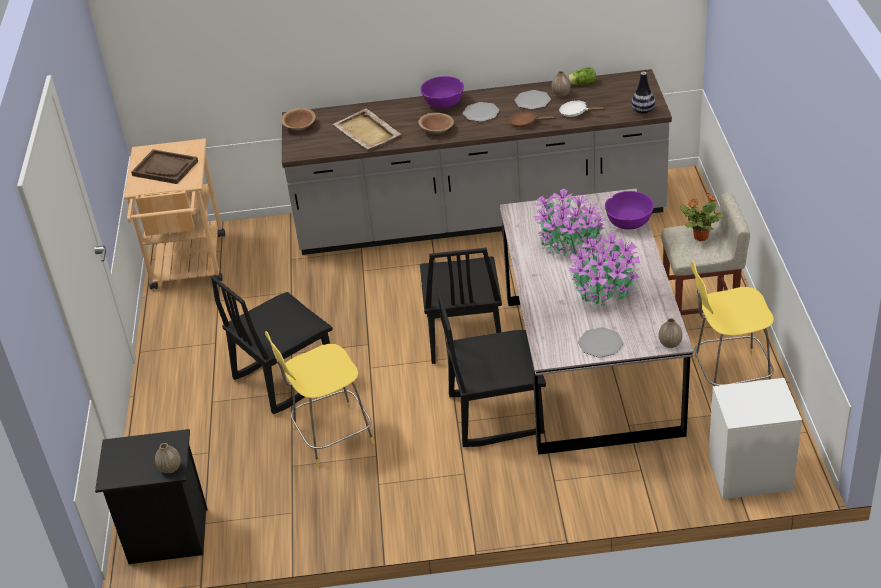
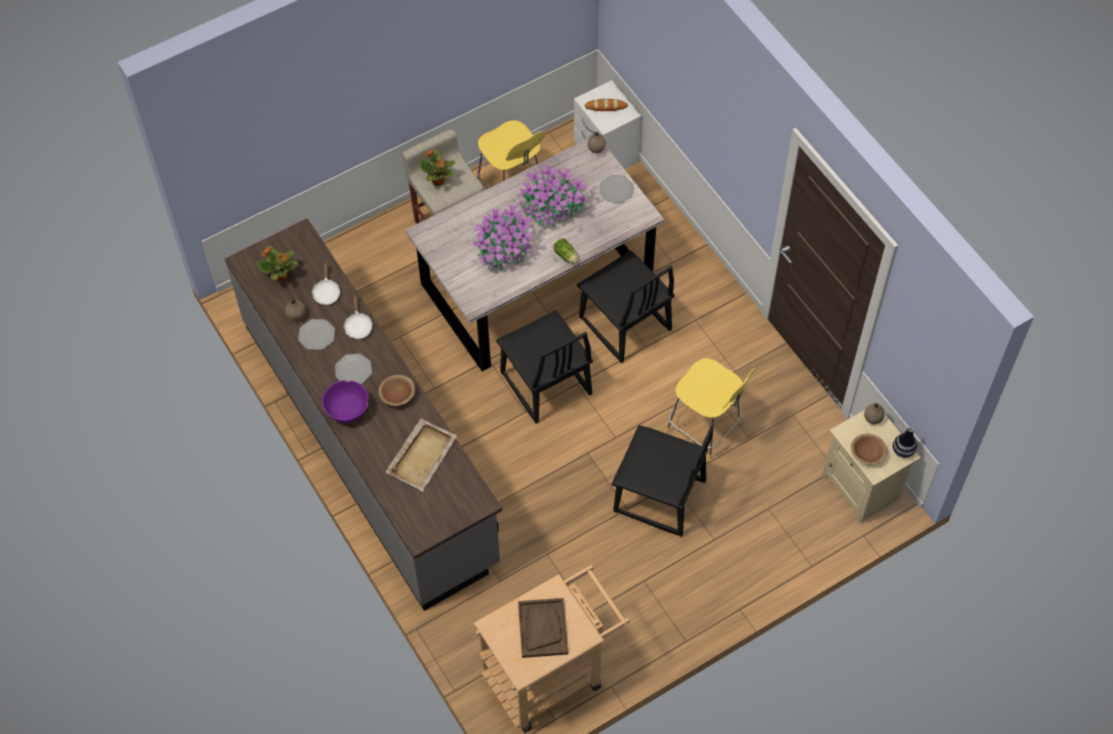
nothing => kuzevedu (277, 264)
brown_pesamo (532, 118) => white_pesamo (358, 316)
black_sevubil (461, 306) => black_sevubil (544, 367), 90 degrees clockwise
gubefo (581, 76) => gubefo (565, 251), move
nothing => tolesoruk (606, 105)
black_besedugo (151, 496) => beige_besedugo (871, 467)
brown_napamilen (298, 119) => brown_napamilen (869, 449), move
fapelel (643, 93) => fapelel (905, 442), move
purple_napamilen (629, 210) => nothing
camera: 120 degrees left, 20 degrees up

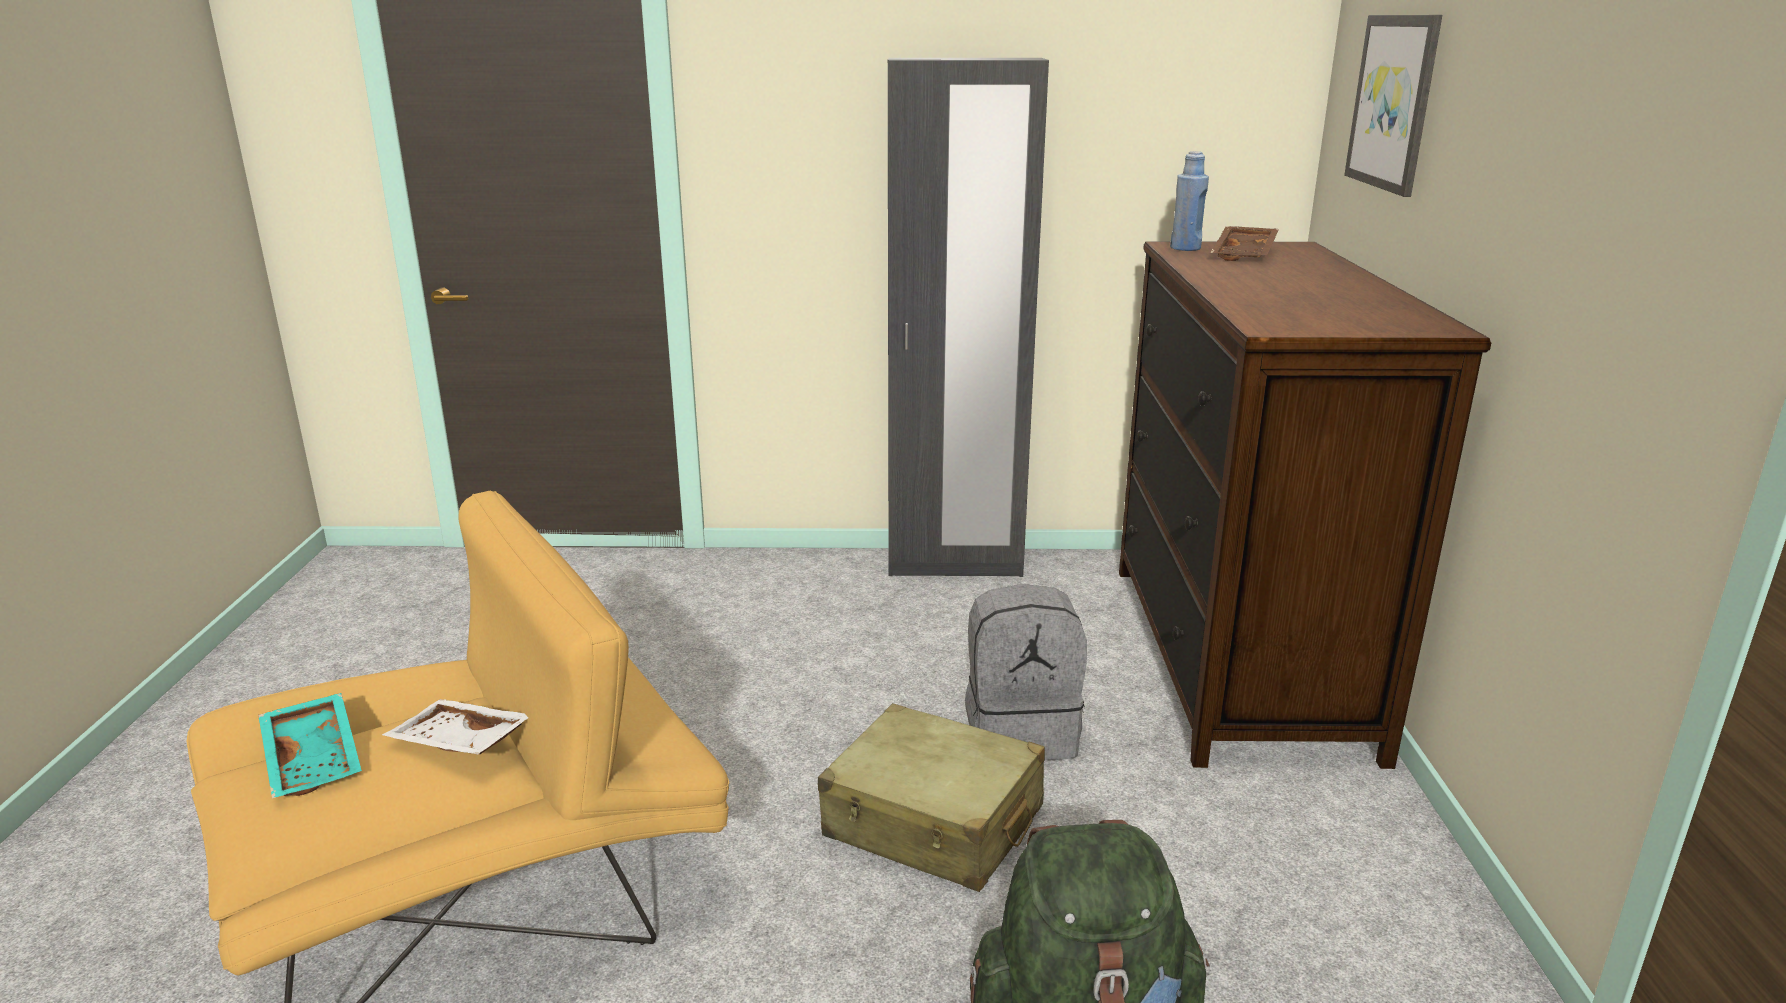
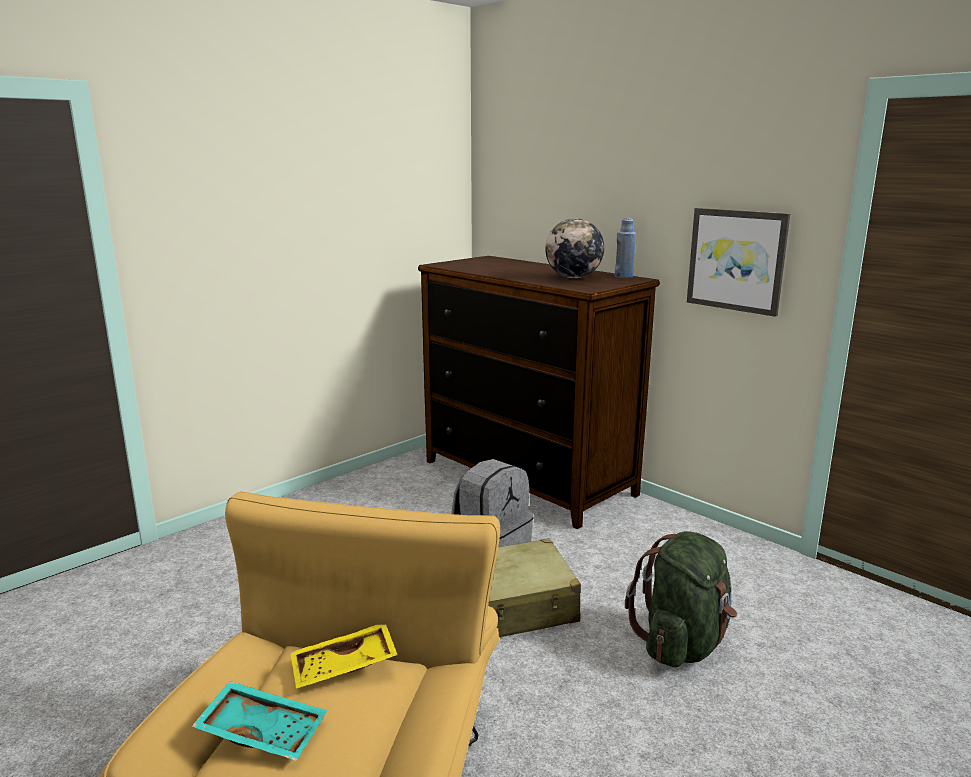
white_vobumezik (455, 727) => yellow_vobumezik (343, 657)
nothing => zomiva (574, 248)
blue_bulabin (1189, 201) => blue_bulabin (625, 248), move
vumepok (1393, 106) => vumepok (738, 262), move
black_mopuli (968, 317) => nothing
brown_vobumezik (1245, 243) => nothing
camera: 45 degrees left, 5 degrees down

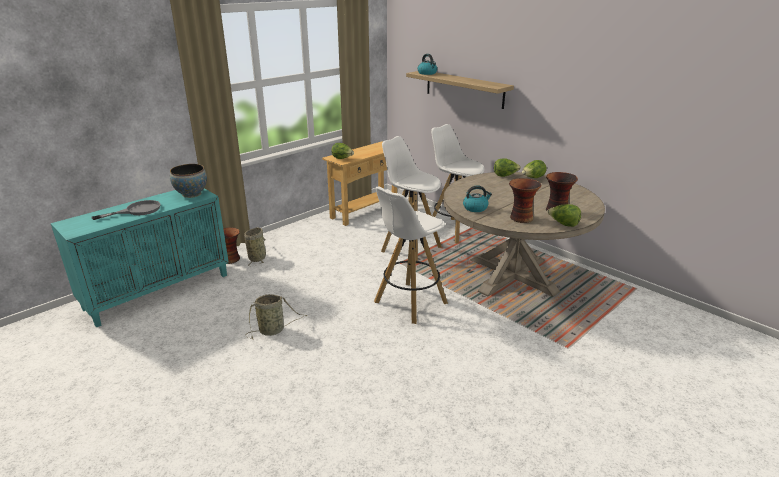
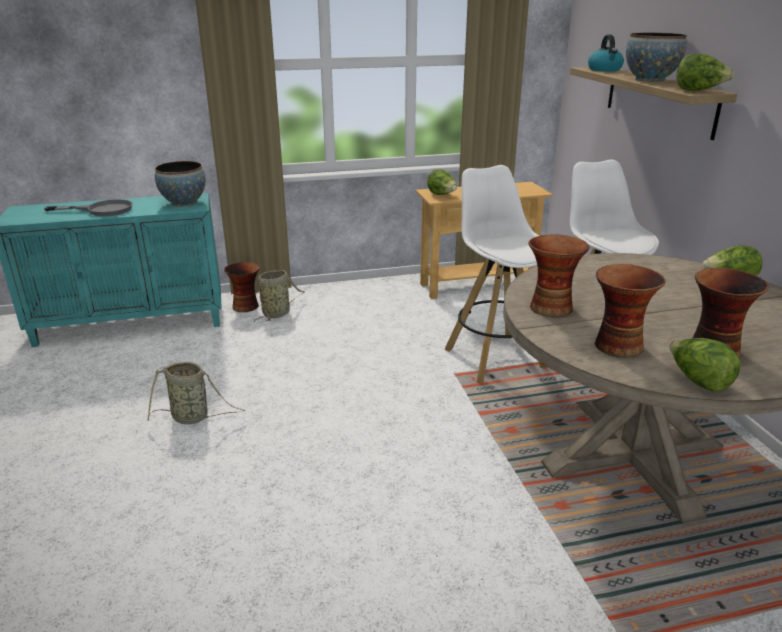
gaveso (477, 198) => fapelel (558, 275)
nothing => napamilen (656, 57)
gubefo (507, 167) => gubefo (705, 72), move
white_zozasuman (411, 255) => nothing
camera: 30 degrees right, 0 degrees up

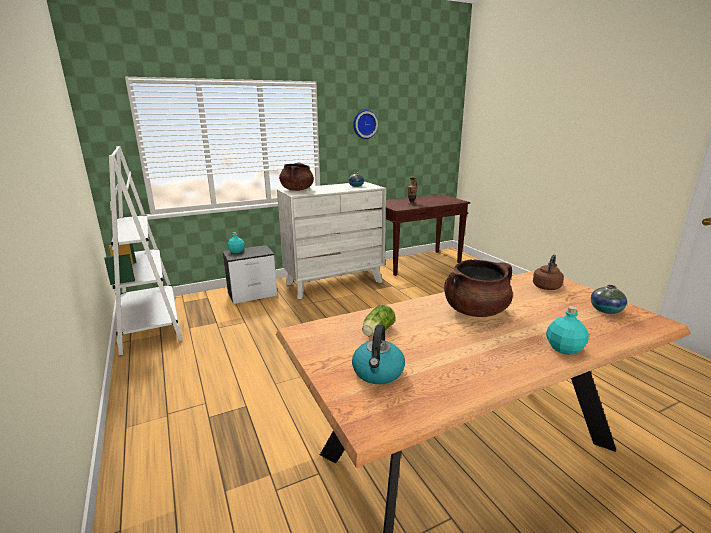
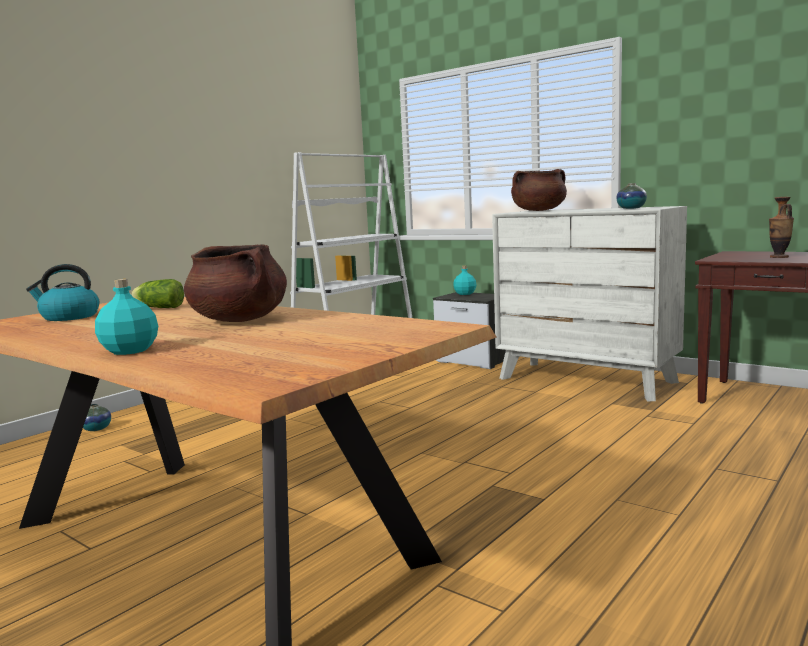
fapelel (609, 299) => fapelel (97, 417), move
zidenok (365, 124) => nothing
brown_gaveso (548, 272) => nothing
camera: 65 degrees right, 10 degrees down

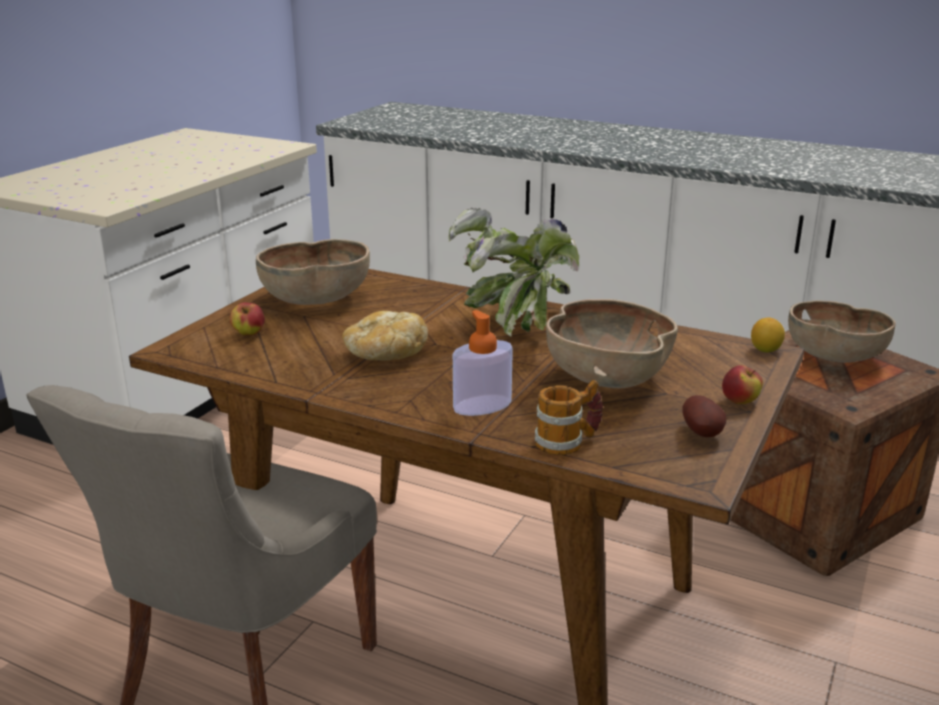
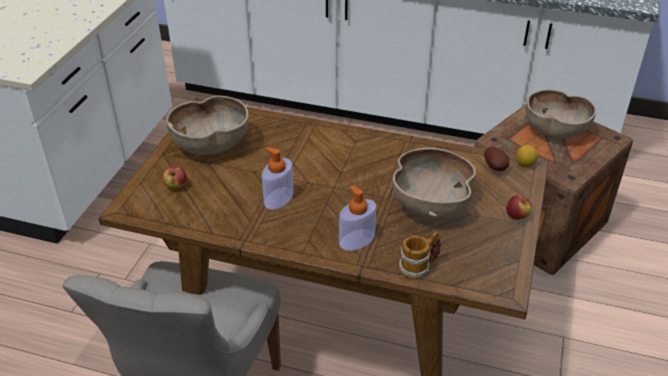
tolesoruk (385, 336) => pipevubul (277, 178)
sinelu (704, 416) => sinelu (496, 159), move
kuzevedu (514, 272) => nothing
camera: 10 degrees left, 15 degrees up

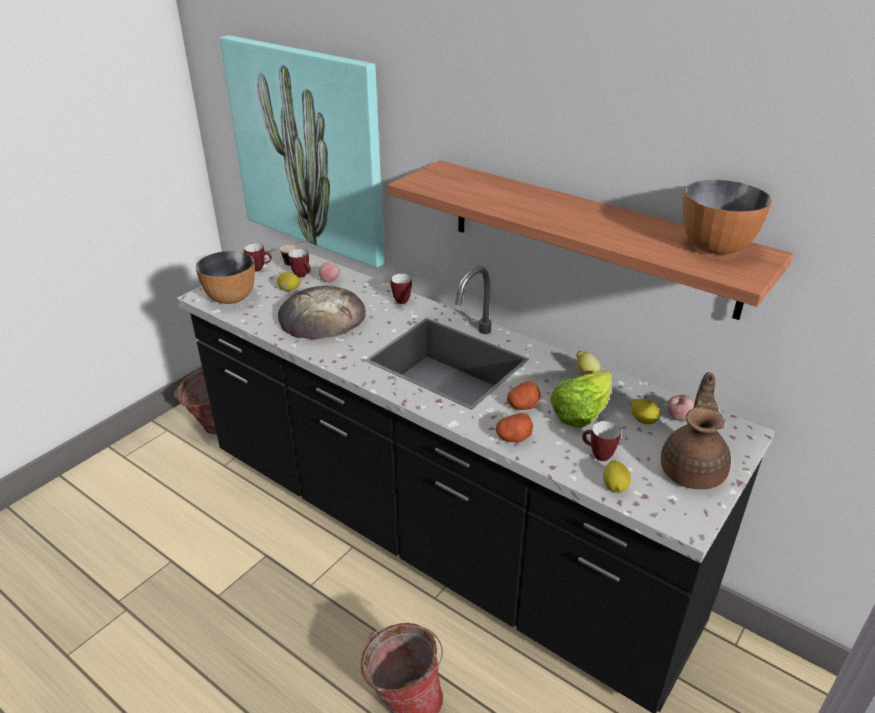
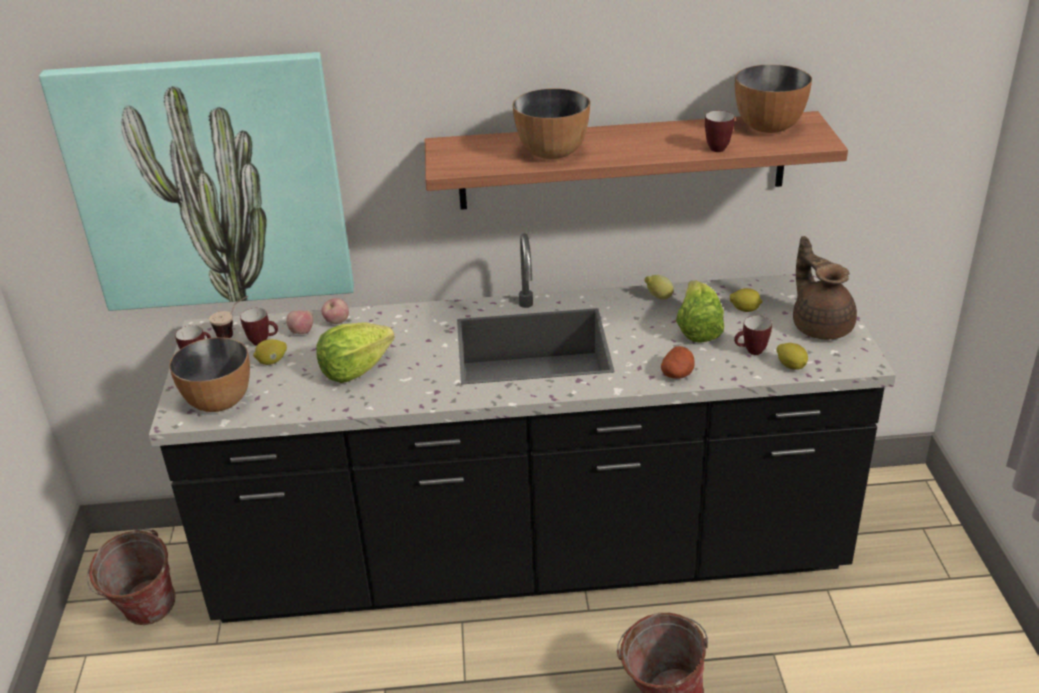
tolesoruk (322, 312) => gubefo (355, 352)
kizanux (681, 408) => kizanux (335, 311), move
nothing => napamilen (551, 124)
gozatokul (401, 289) => gozatokul (720, 131), move
sinelu (524, 395) => nothing
camera: 40 degrees left, 0 degrees up

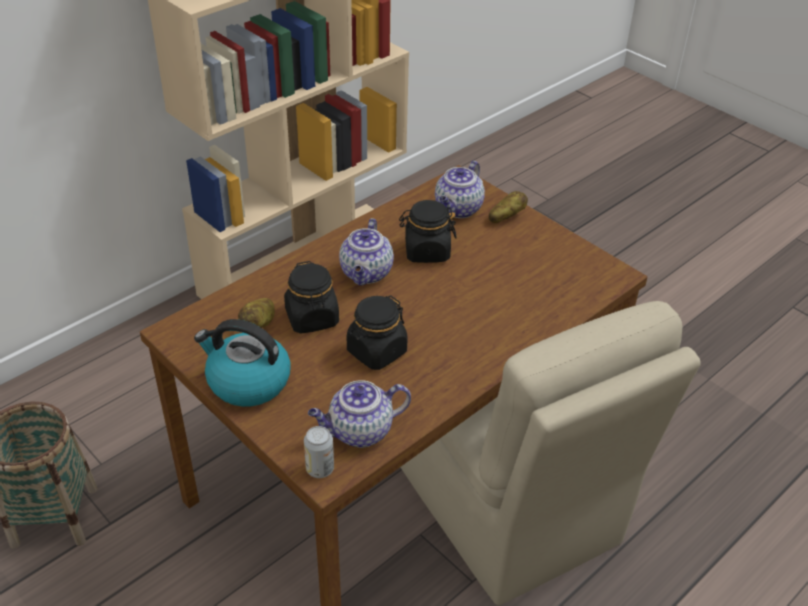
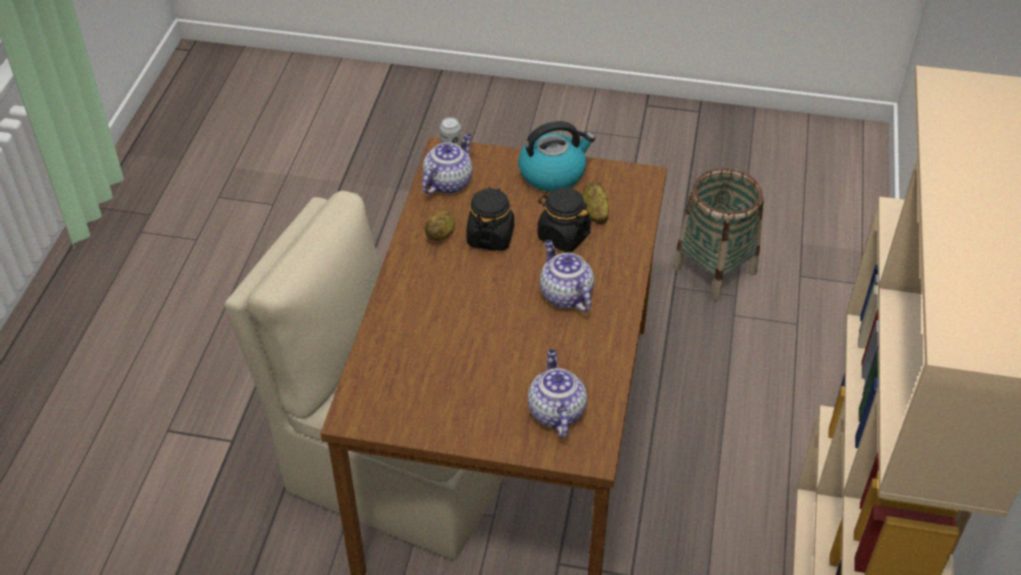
sinelu (508, 207) => sinelu (439, 226), move
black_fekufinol (428, 231) => nothing
camera: 145 degrees right, 5 degrees up

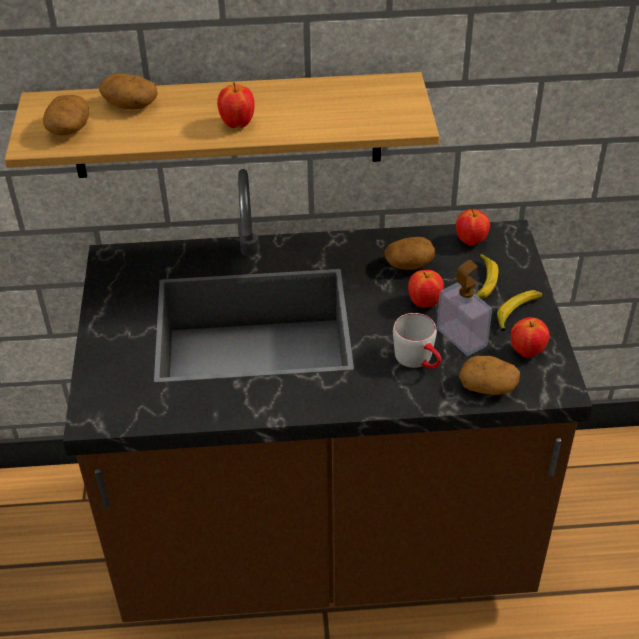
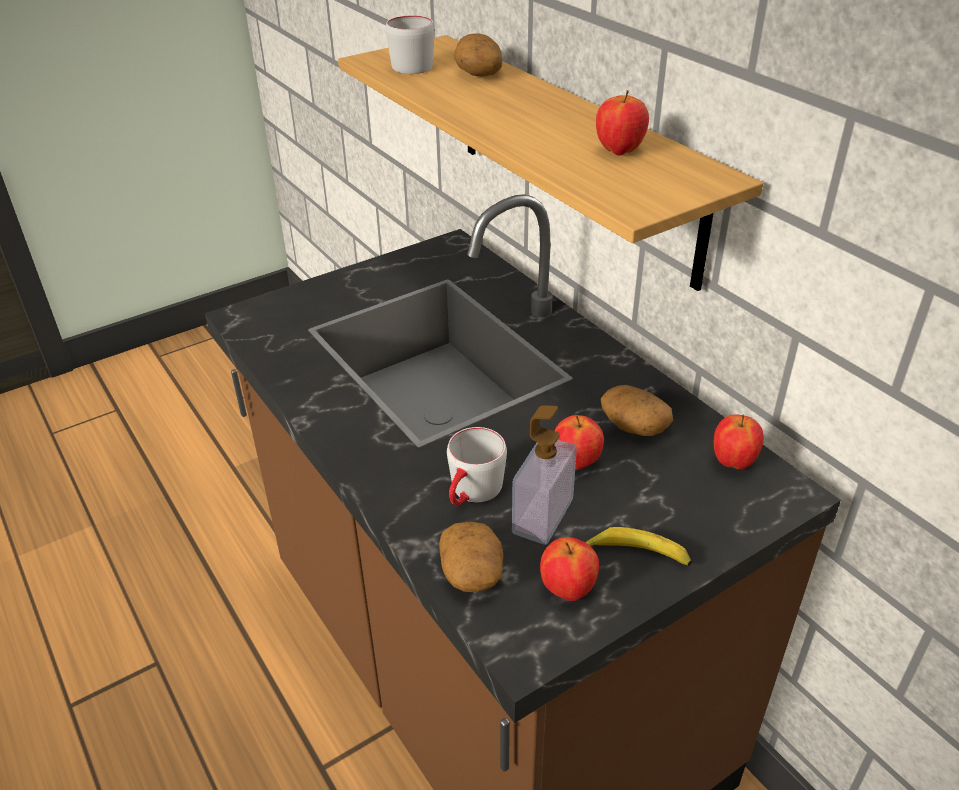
sinelu (66, 115) => grey_gozatokul (410, 44)
kizanux (236, 105) => kizanux (622, 122), move
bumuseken (487, 276) => nothing
camera: 60 degrees right, 5 degrees down

